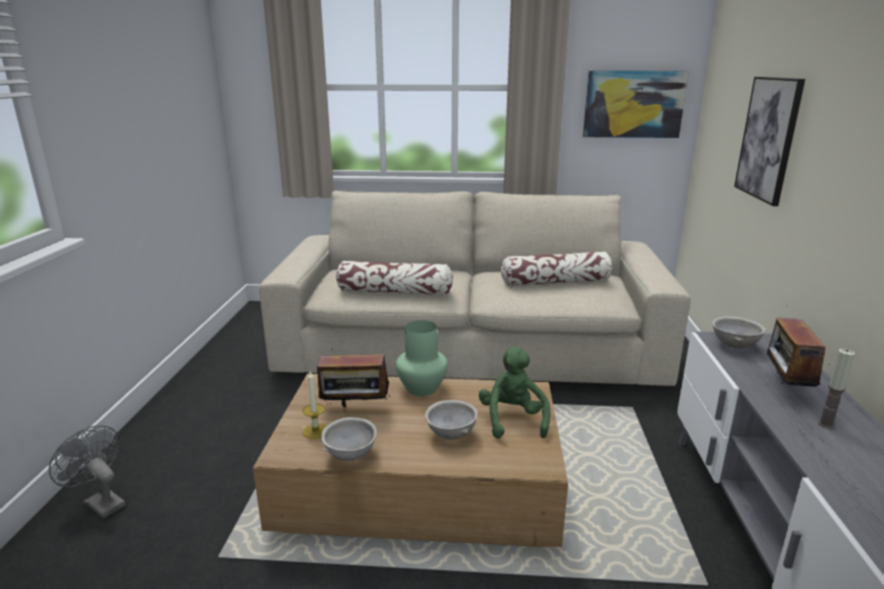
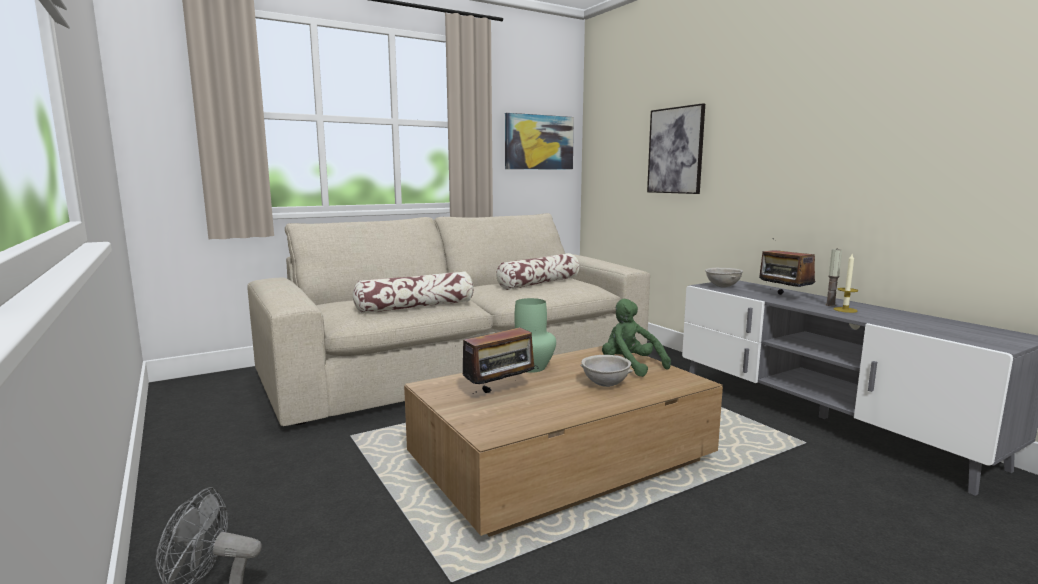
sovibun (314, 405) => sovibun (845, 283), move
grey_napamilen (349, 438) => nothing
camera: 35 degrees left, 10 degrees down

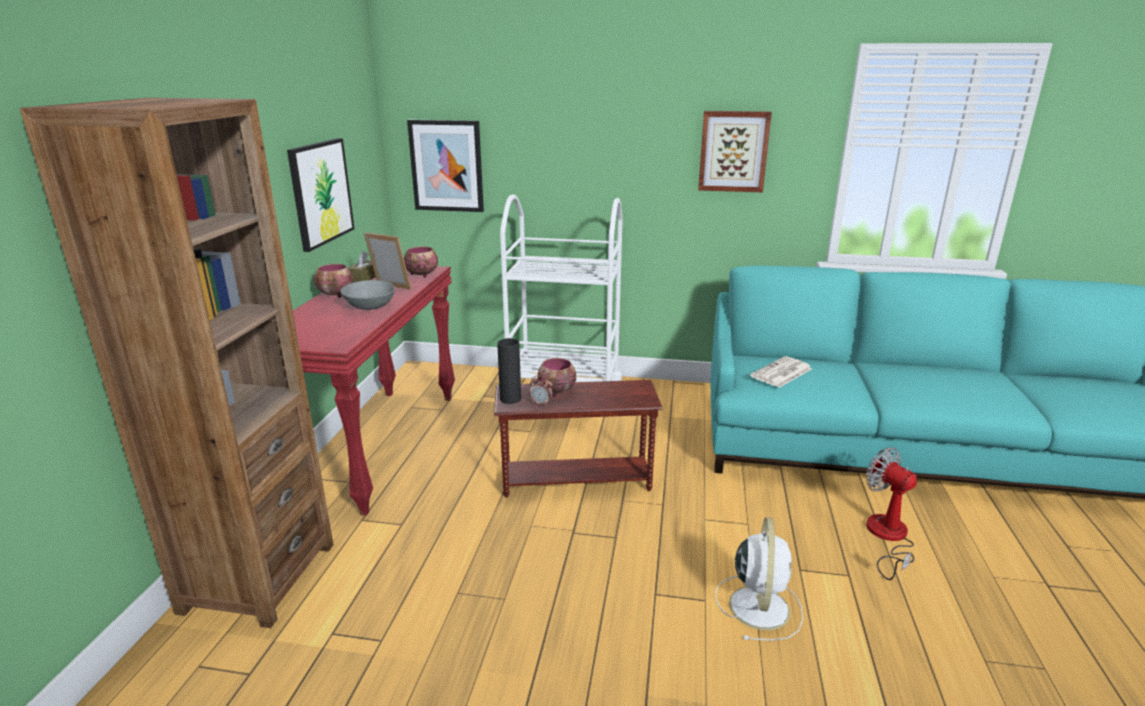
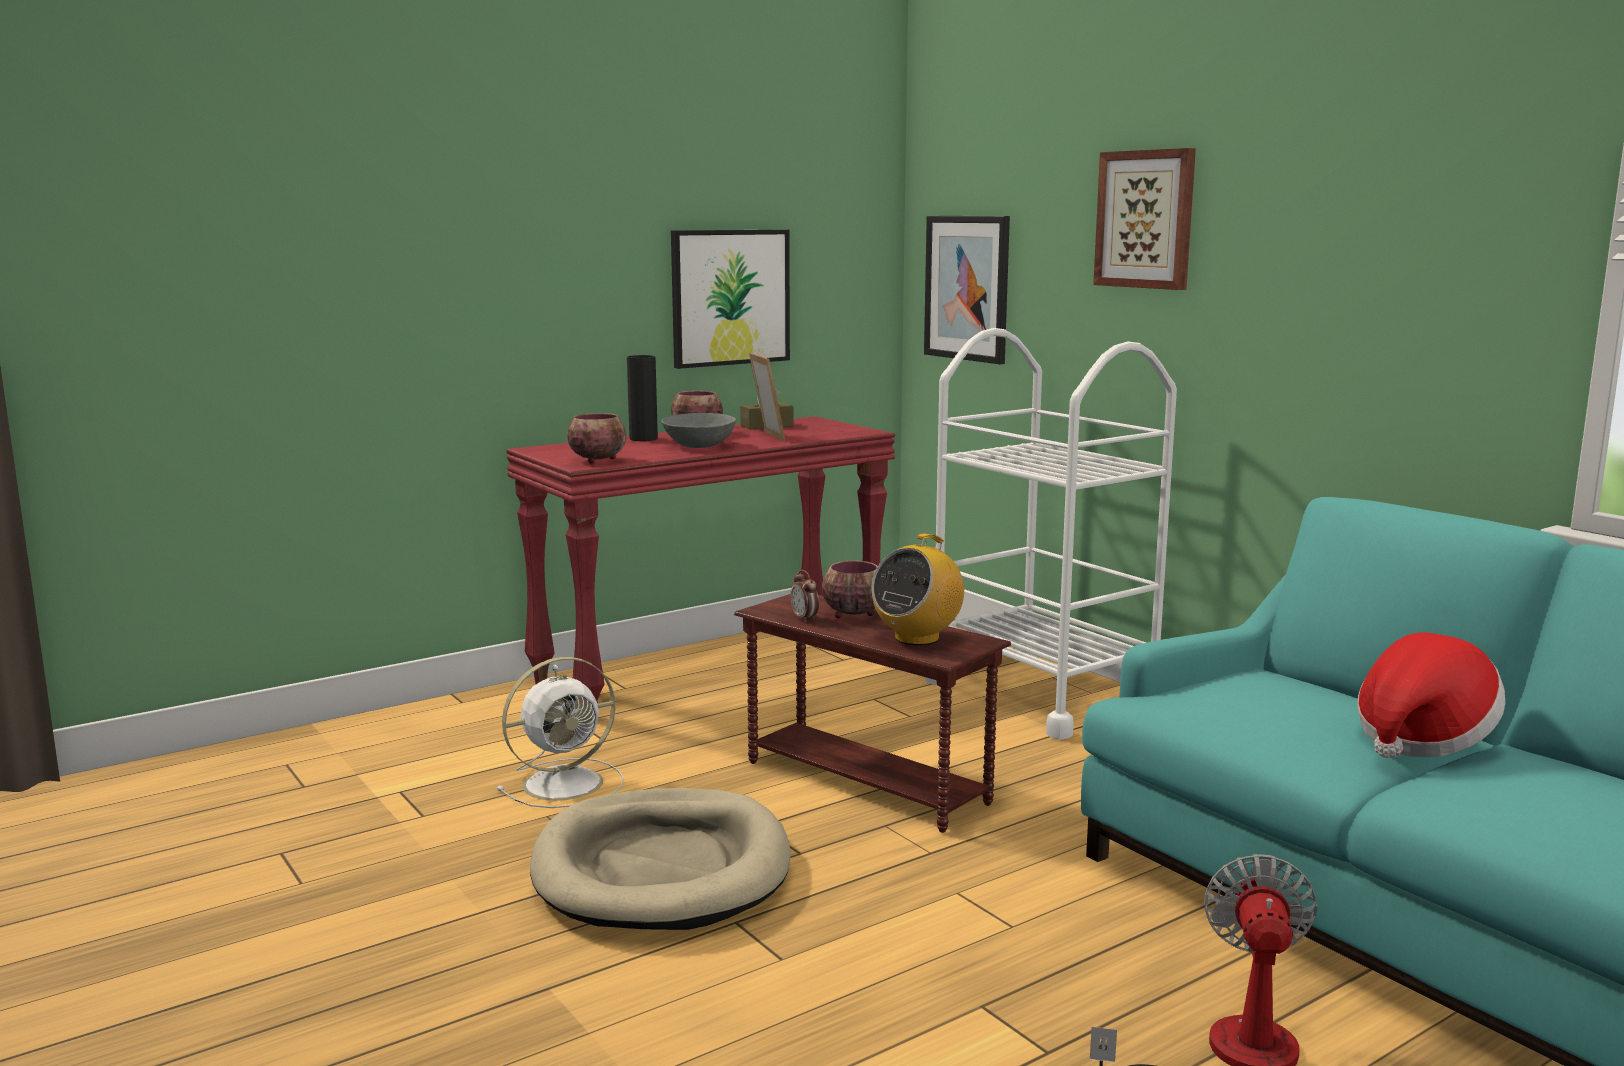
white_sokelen (759, 579) => white_sokelen (560, 732), move
nothing => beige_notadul (660, 859)
napamilen (421, 262) => napamilen (596, 438), move
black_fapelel (509, 371) => black_fapelel (642, 398), move
nothing => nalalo (917, 589)
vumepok (735, 151) => vumepok (1144, 219), move
nothing => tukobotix (1431, 695)
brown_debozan (176, 363) => nothing
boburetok (781, 372) => nothing
camera: 45 degrees right, 10 degrees down

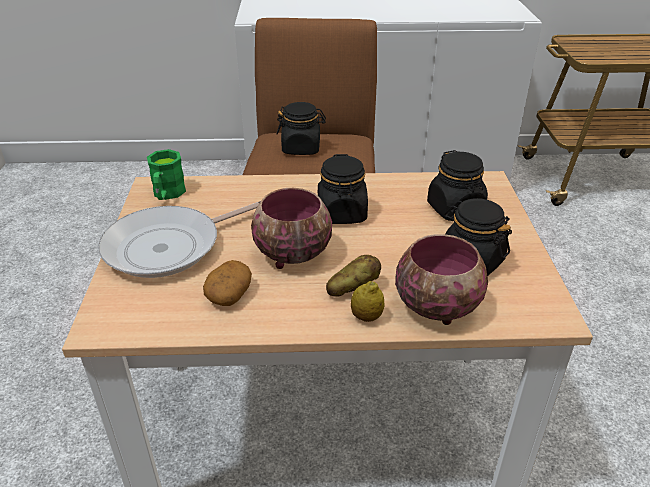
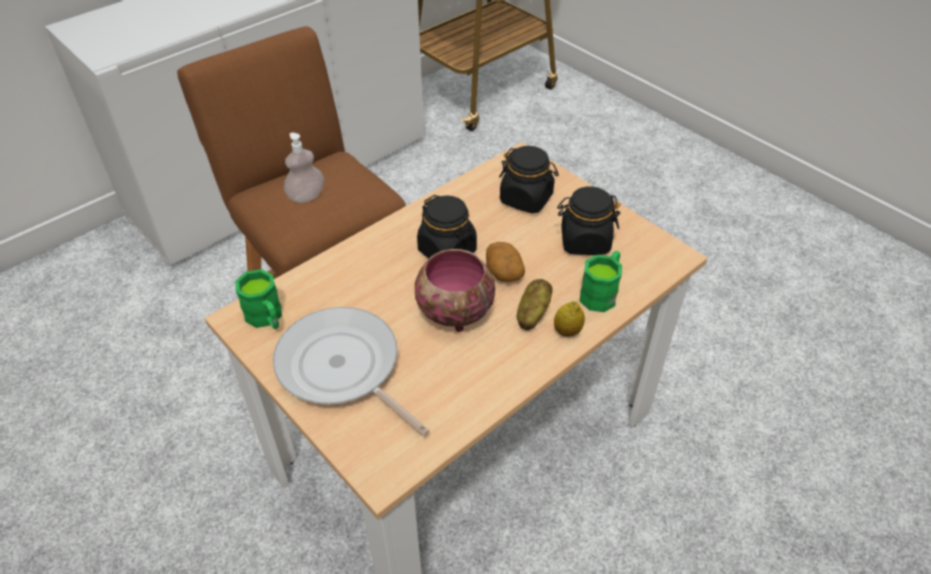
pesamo (179, 239) => pesamo (351, 371), 120 degrees clockwise
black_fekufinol (301, 128) => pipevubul (304, 168)
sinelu (227, 283) => sinelu (505, 262), move
napamilen (441, 279) => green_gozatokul (601, 281)
camera: 40 degrees left, 10 degrees up

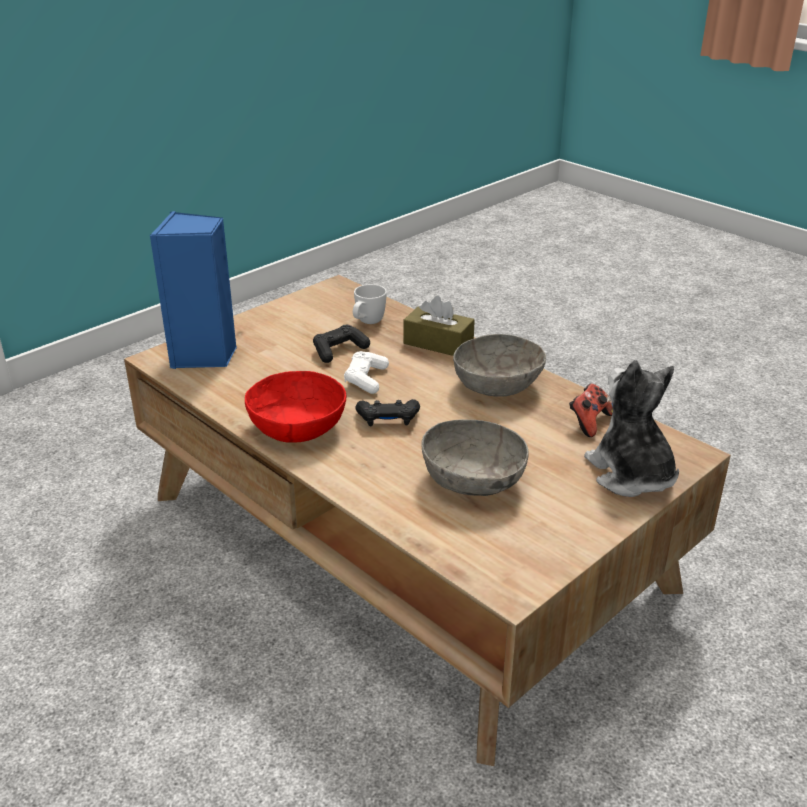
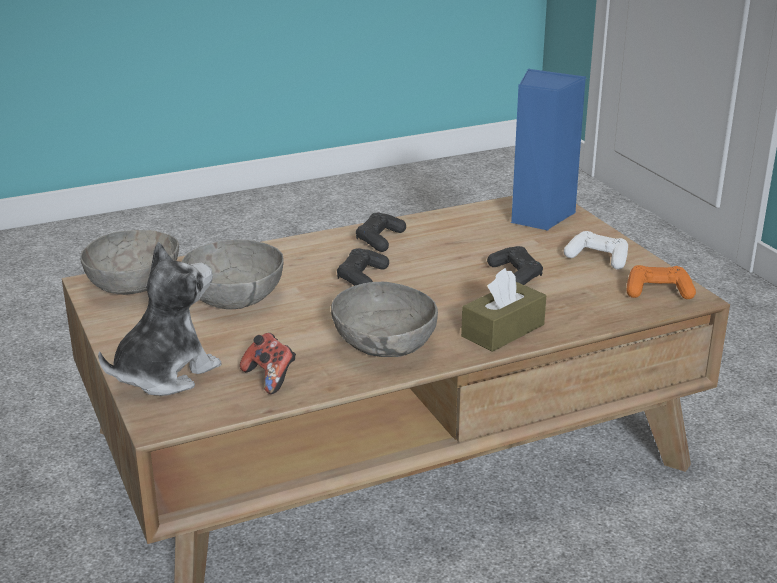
nothing => grey_napamilen (129, 262)
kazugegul (631, 428) => kazugegul (159, 319), 45 degrees counterclockwise
red_napamilen (296, 407) => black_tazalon (381, 232)
white_tazalon (366, 372) => white_tazalon (596, 250), move
nothing => orange_tazalon (661, 282)
white_gozatokul (370, 304) => nothing
camera: 110 degrees right, 5 degrees down

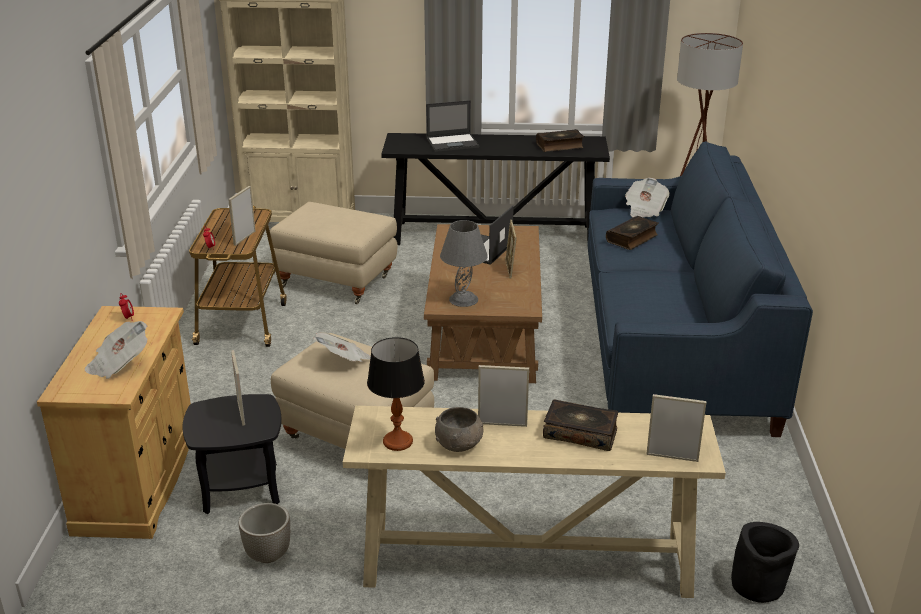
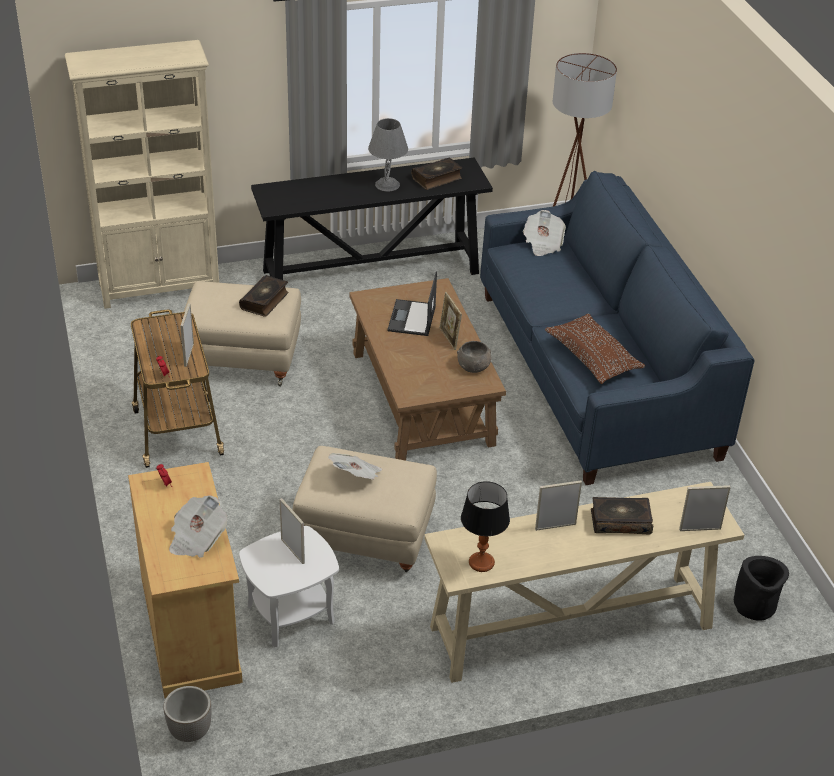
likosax (264, 533) => likosax (187, 714), move
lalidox (632, 233) => lalidox (264, 295), move
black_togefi (232, 454) => white_togefi (289, 586)
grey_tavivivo (464, 263) => grey_tavivivo (388, 155), move
grey_napamilen (459, 429) => grey_napamilen (474, 357), move
nothing => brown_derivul (595, 348)
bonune (452, 126) => nothing
camera: 20 degrees left, 10 degrees up

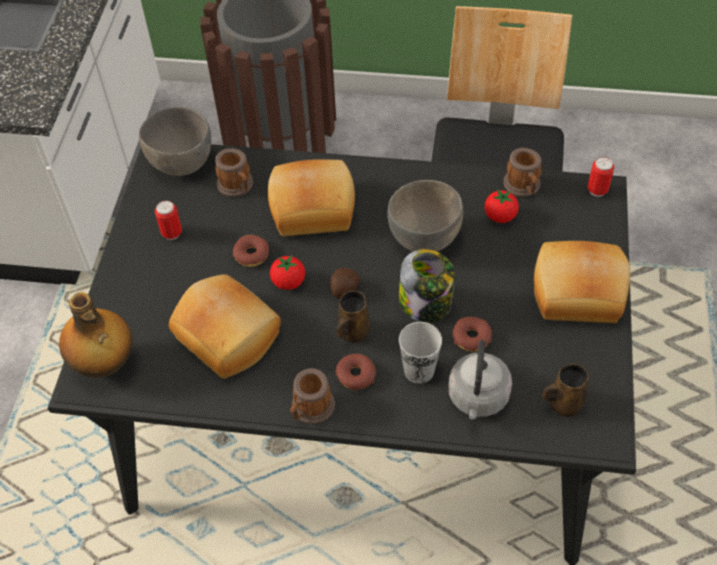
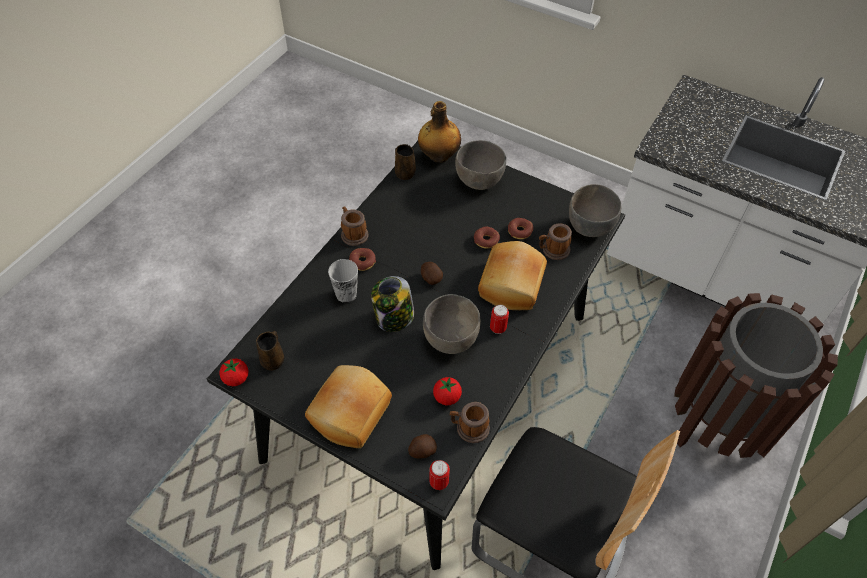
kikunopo (287, 272) => kikunopo (233, 372), move
brown_gozatokul (353, 316) => brown_gozatokul (405, 162), move
nothing => sinelu (422, 446)
nothing => grey_napamilen (480, 165)
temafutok (168, 220) => temafutok (499, 319), move
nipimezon (472, 334) => nipimezon (520, 228), move
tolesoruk (225, 326) => nothing
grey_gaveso (480, 379) => nothing
camera: 110 degrees right, 0 degrees up

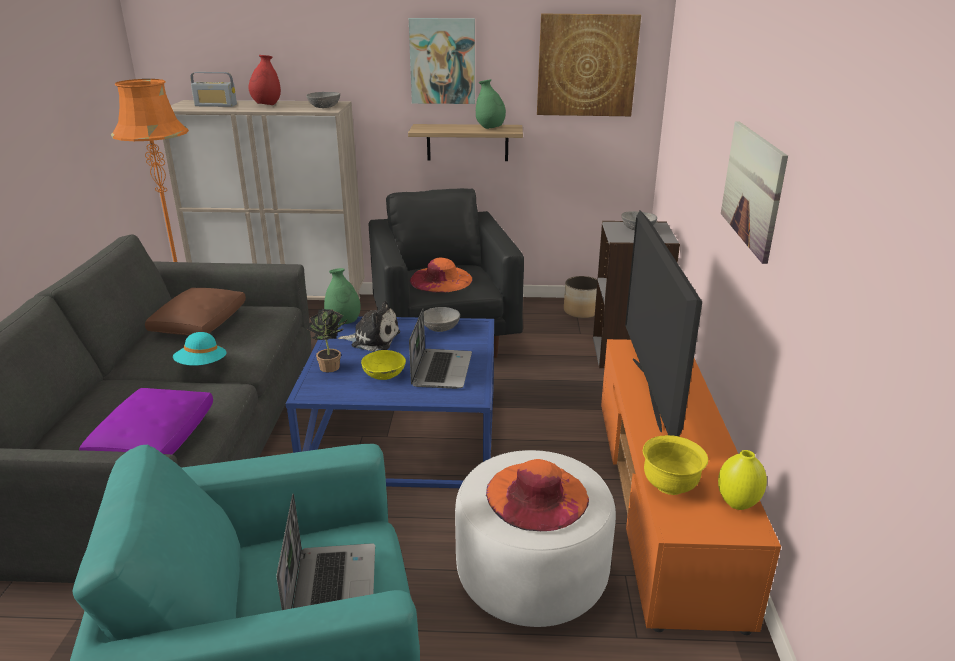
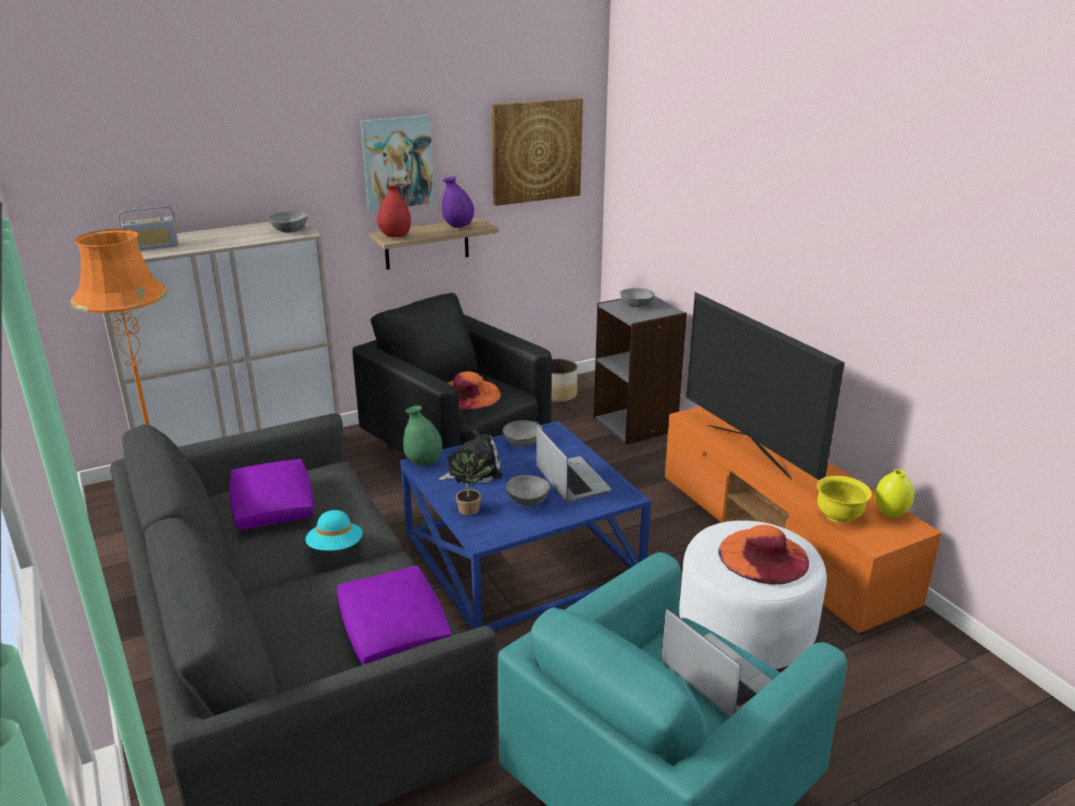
brown_derivul (195, 311) => purple_derivul (271, 494)
red_fapelel (264, 80) => red_fapelel (394, 211), move
green_fapelel (491, 104) => purple_fapelel (458, 202)
yellow_napamilen (383, 365) => grey_napamilen (528, 490)
vumepok (754, 192) => nothing
camera: 30 degrees left, 0 degrees up

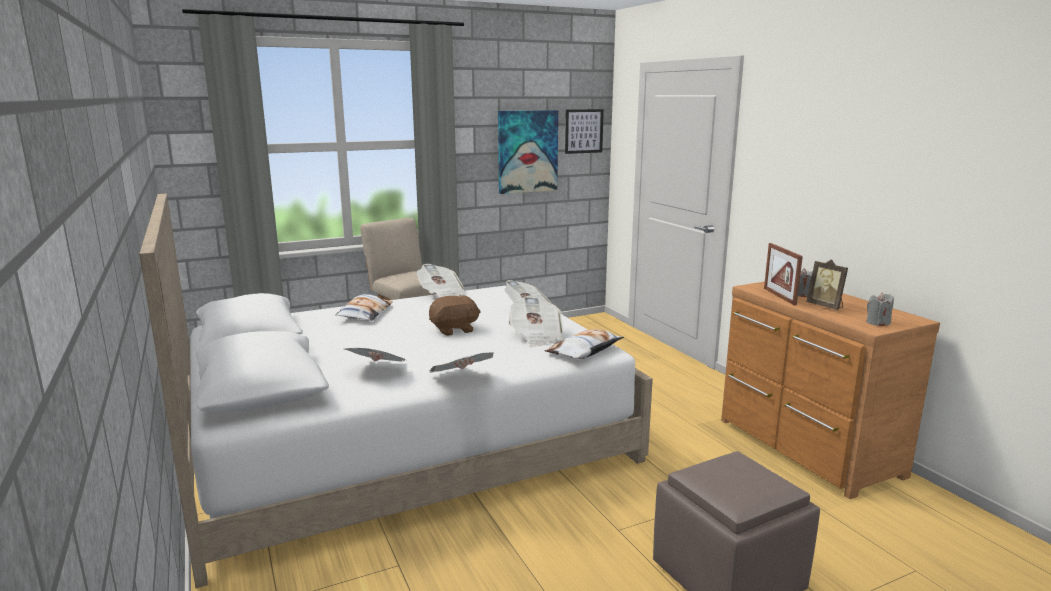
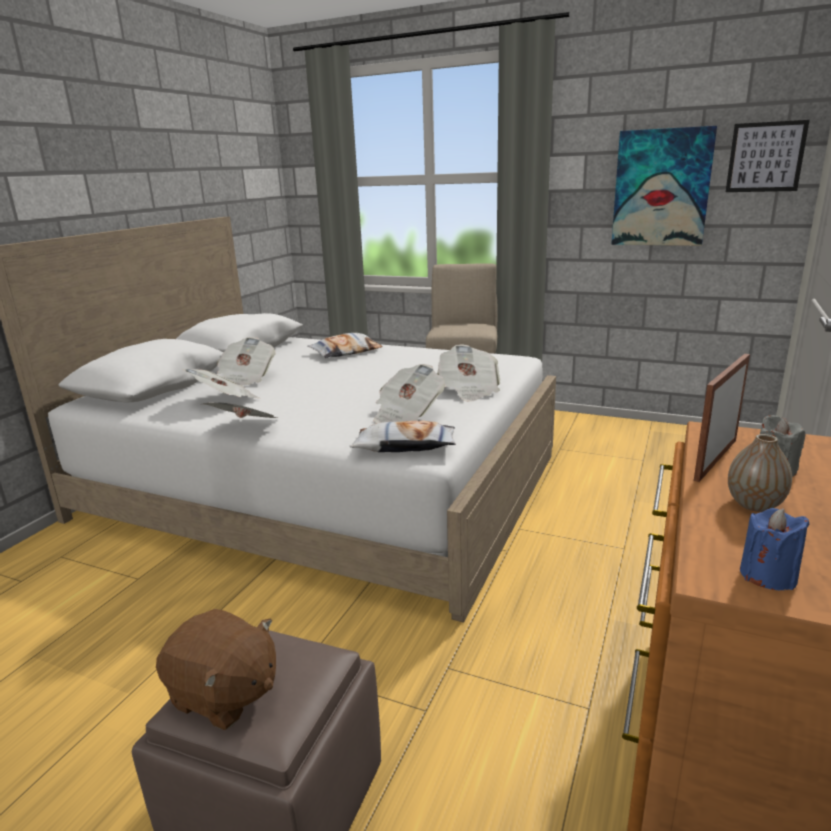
brown_kazugegul (455, 315) => brown_kazugegul (216, 669), move
boburetok (441, 280) => boburetok (246, 361), move
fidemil (827, 284) => fapelel (760, 473)
grey_sovibun (880, 309) => blue_sovibun (775, 549)
camera: 50 degrees right, 5 degrees up

